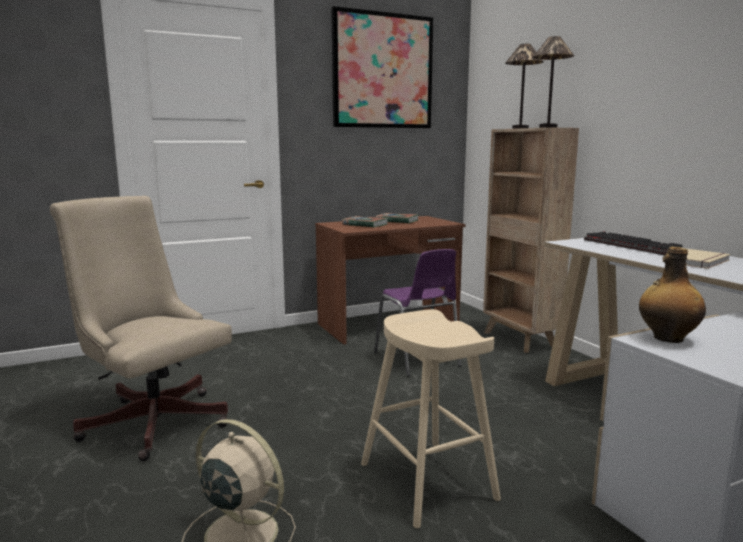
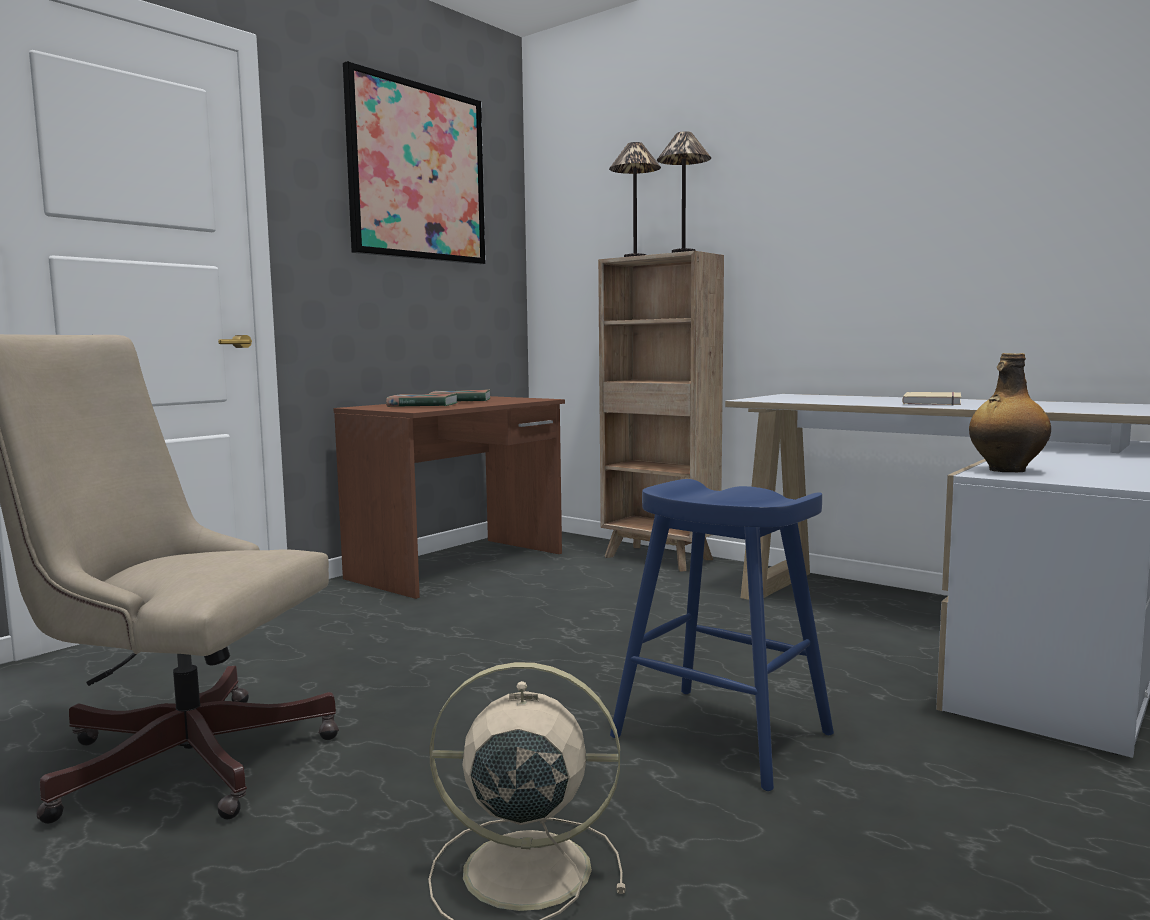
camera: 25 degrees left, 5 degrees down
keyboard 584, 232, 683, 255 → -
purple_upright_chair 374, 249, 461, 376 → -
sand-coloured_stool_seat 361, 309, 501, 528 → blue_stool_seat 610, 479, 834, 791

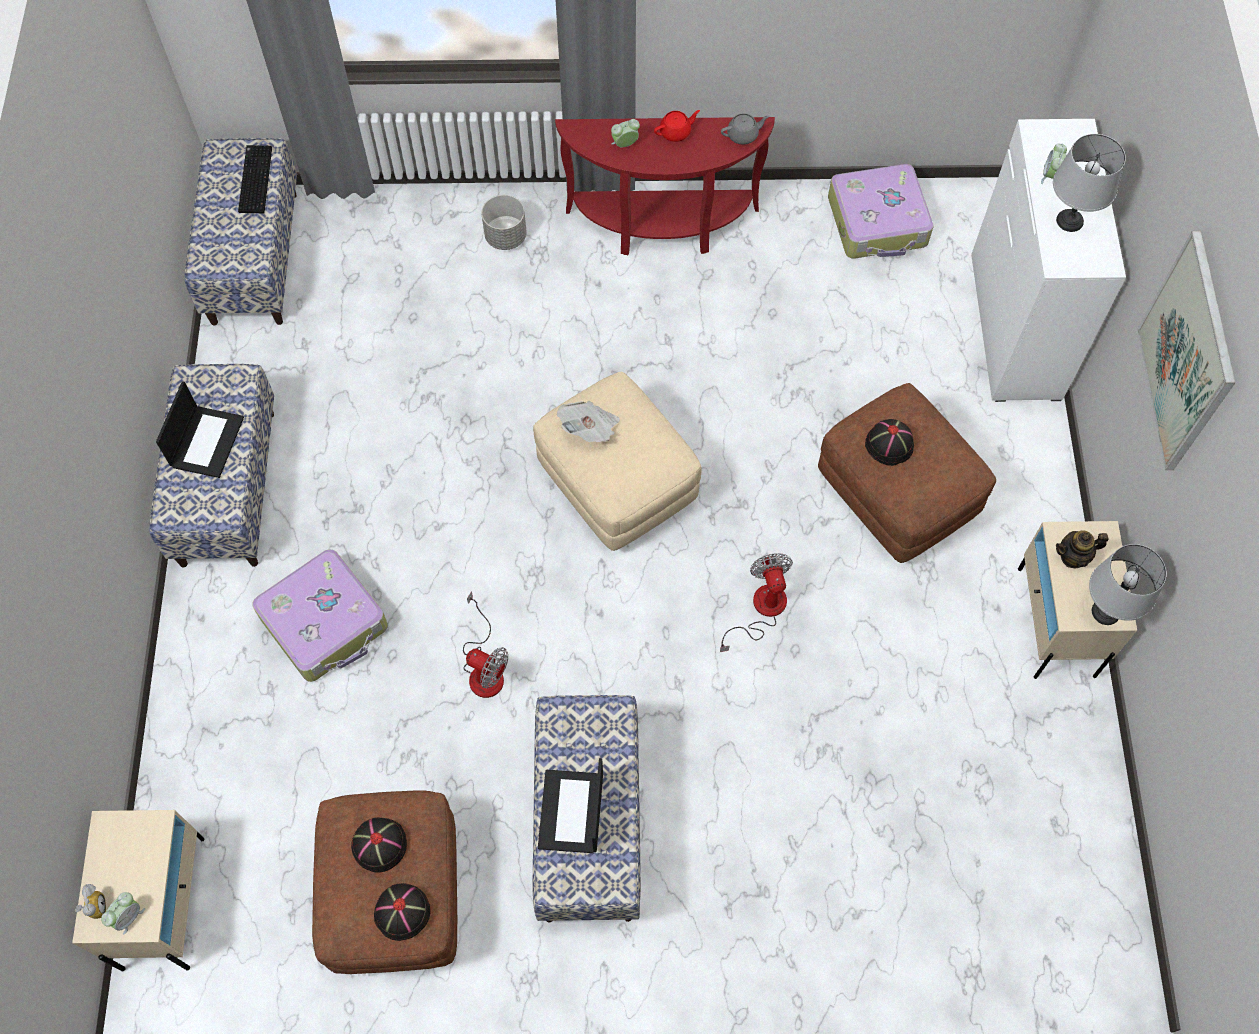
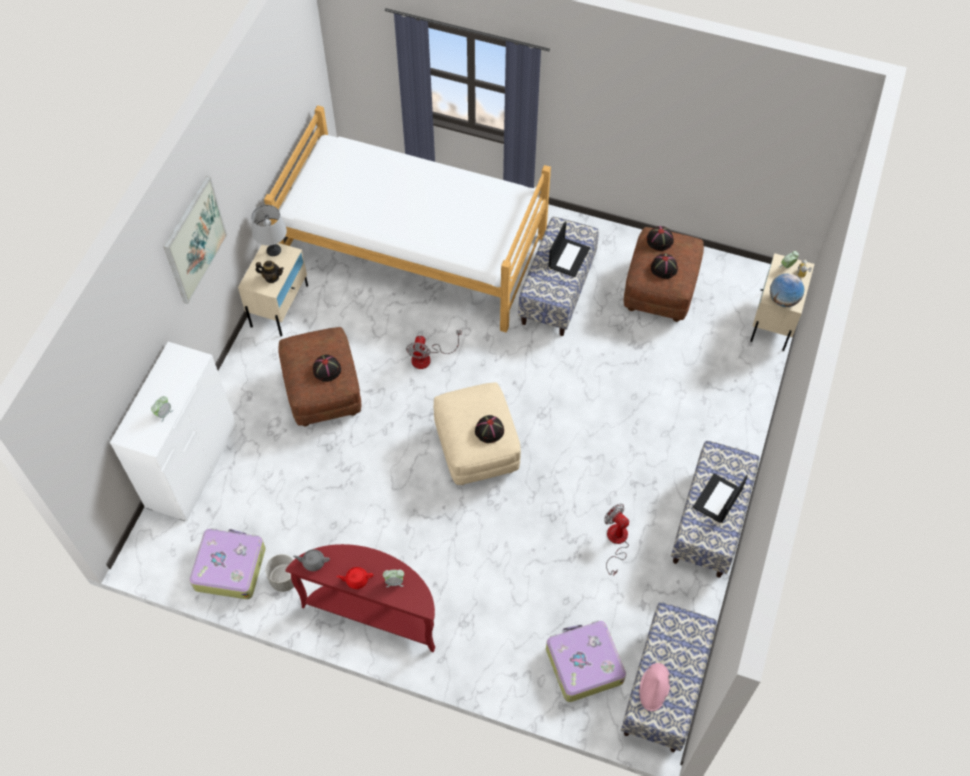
camera: 160 degrees left, 5 degrees down
greyish_table_lamp 1053, 134, 1126, 232 → -
keyboard 238, 145, 272, 213 → pink_wearable_hat 639, 663, 670, 711
greyish_flower_pot 481, 195, 527, 250 → greyish_flower_pot 265, 554, 294, 592, move
daily_paper 557, 401, 620, 442 → black-coloured_wearable_hat 475, 415, 504, 443
piece_of_luggage 252, 549, 388, 682 → piece_of_luggage 546, 620, 626, 702, move
electric_fan 463, 591, 508, 698 → electric_fan 604, 504, 629, 576, move
- → sleeping_bed 264, 105, 551, 332
- → world_globe 770, 273, 804, 307

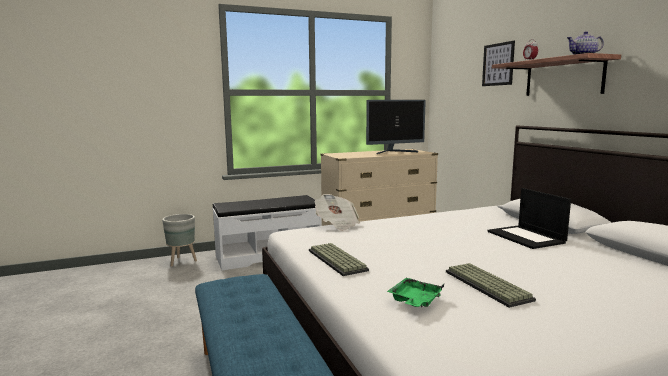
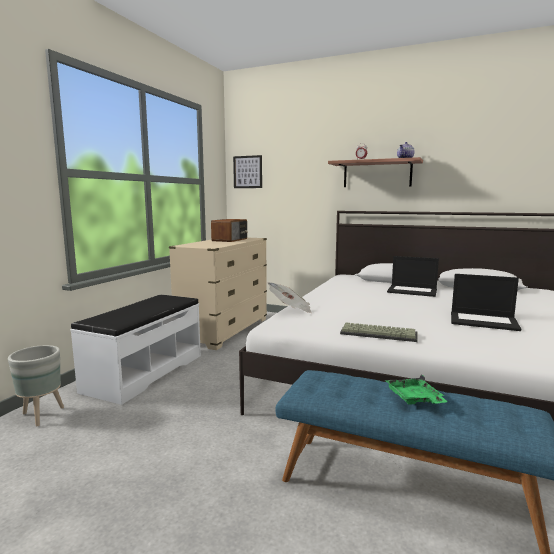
camera: 45 degrees left, 0 degrees up
wall_picture 482, 41, 515, 86 → wall_picture 233, 155, 262, 188, move
monitor 366, 100, 426, 154 → radio_receiver 211, 219, 248, 242
keyboard 446, 263, 536, 308 → notebook_computer 451, 274, 521, 331
green_serving_tray 387, 278, 444, 307 → green_serving_tray 385, 375, 448, 405, move

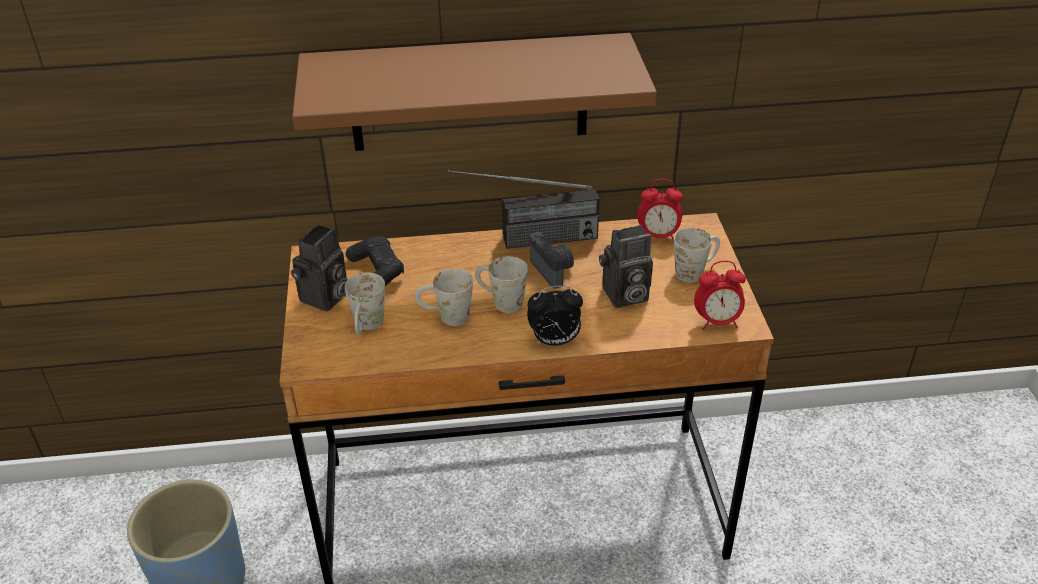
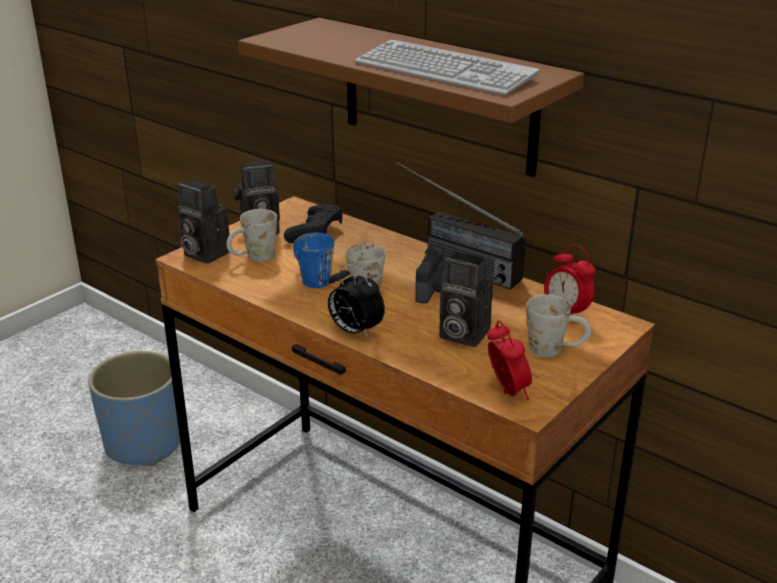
camera: 45 degrees right, 10 degrees down
bedside_clock 694, 261, 746, 330 → bedside_clock 487, 320, 532, 400, 150 degrees counterclockwise
white-coloured_mug 415, 269, 473, 326 → blue_mug 293, 232, 334, 288
- → keyboard 355, 40, 540, 95
- → still_camera 178, 180, 230, 264

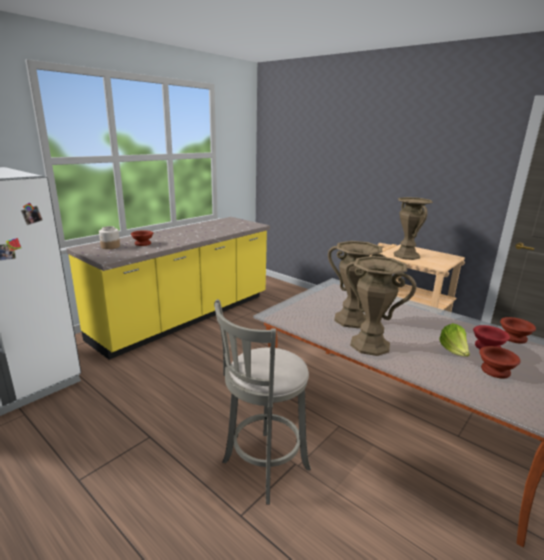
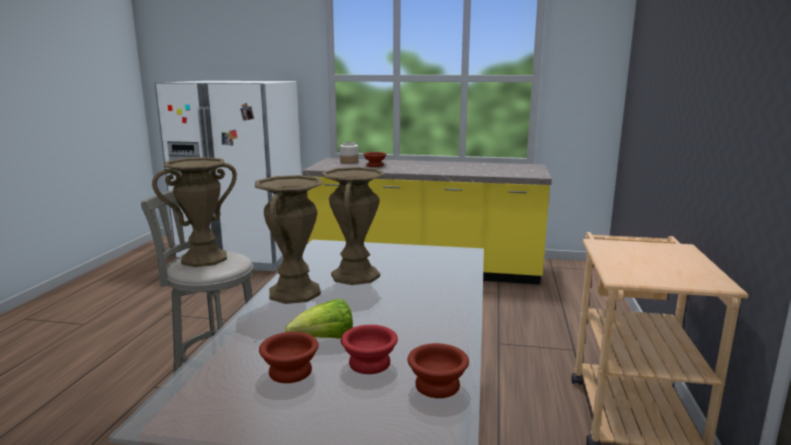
camera: 60 degrees right, 5 degrees down
brown-coloured_flower_vase 394, 197, 433, 260 → brown-coloured_flower_vase 152, 157, 237, 267, move

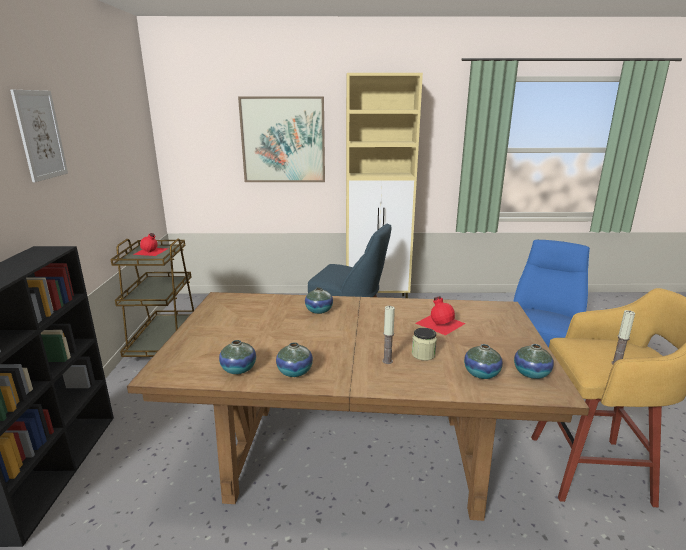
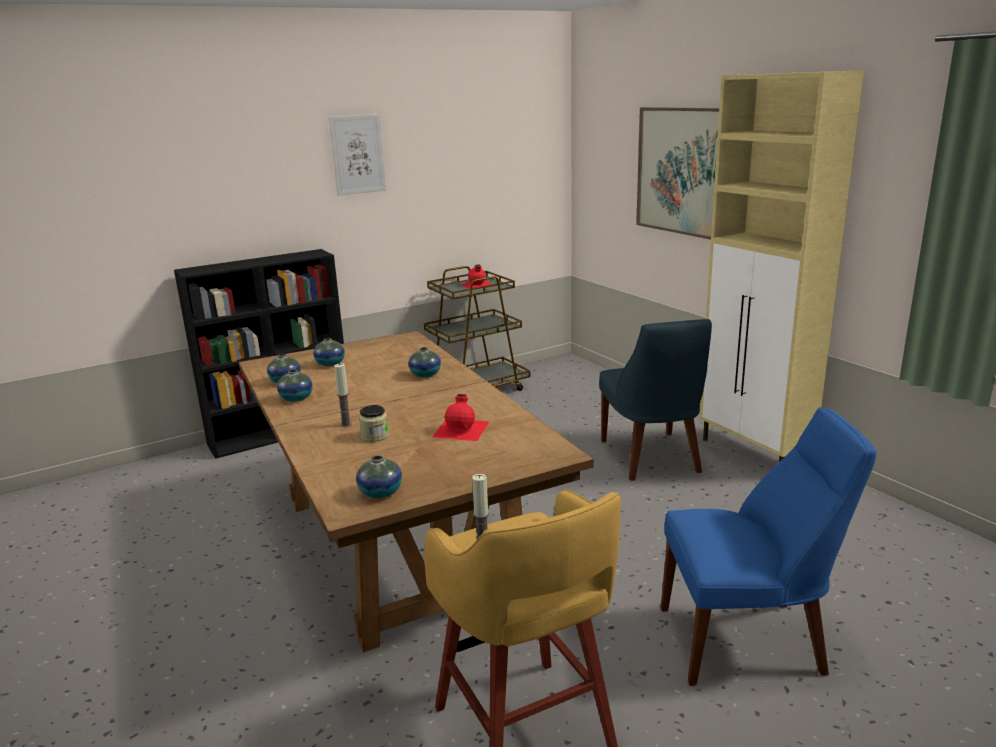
camera: 60 degrees right, 0 degrees up
flower_vase 464, 344, 503, 379 → flower_vase 313, 338, 345, 366, move

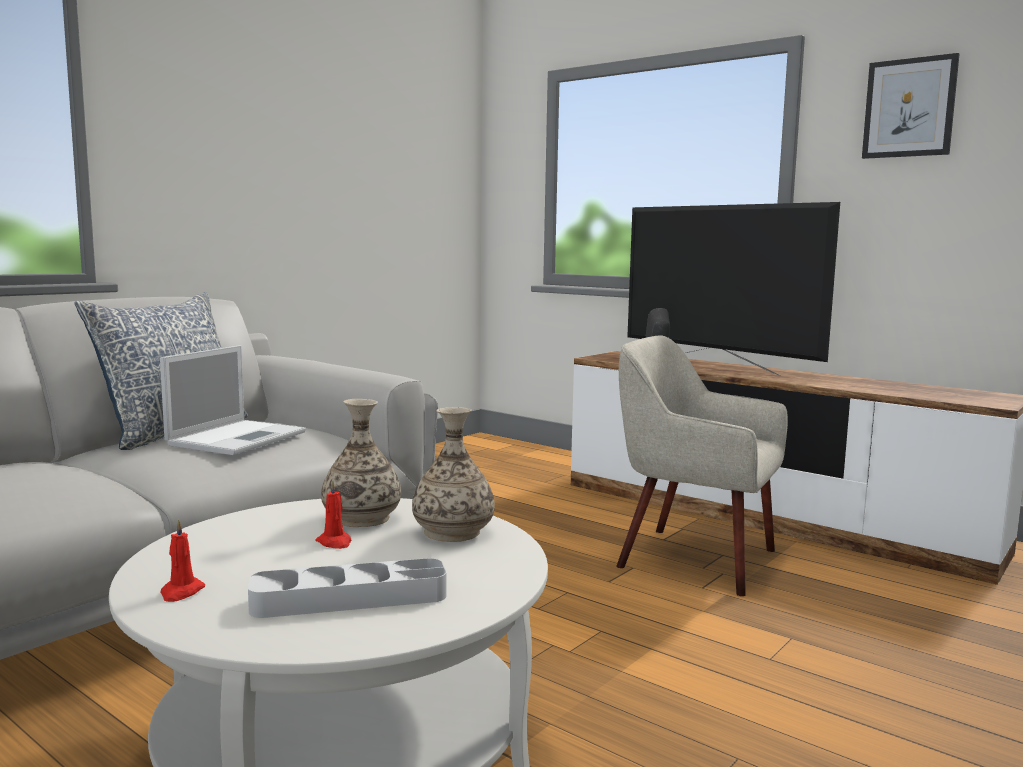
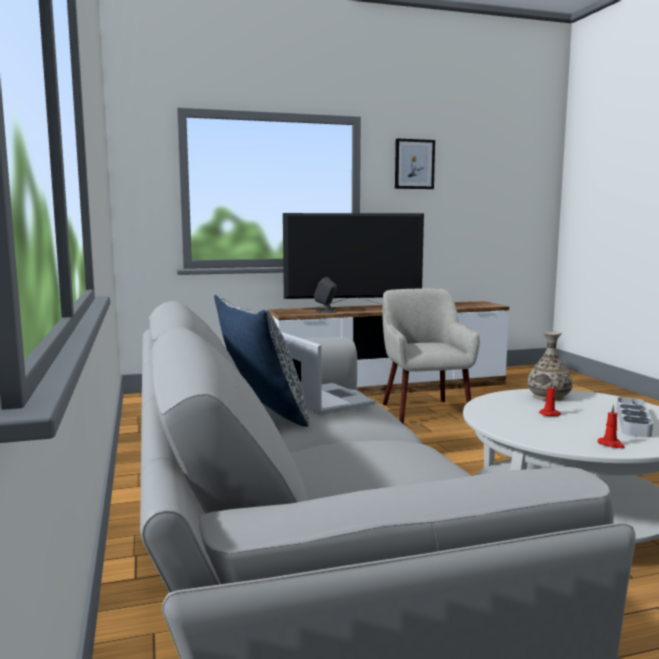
camera: 55 degrees left, 0 degrees up
sand-coloured_easy_chair 616, 335, 788, 596 → sand-coloured_easy_chair 382, 288, 480, 424, 105 degrees clockwise
flower_vase 321, 399, 401, 527 → -

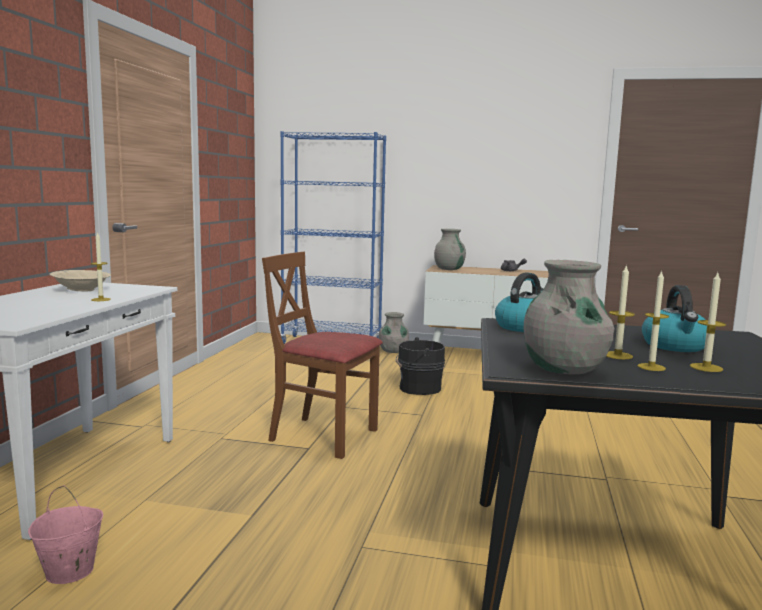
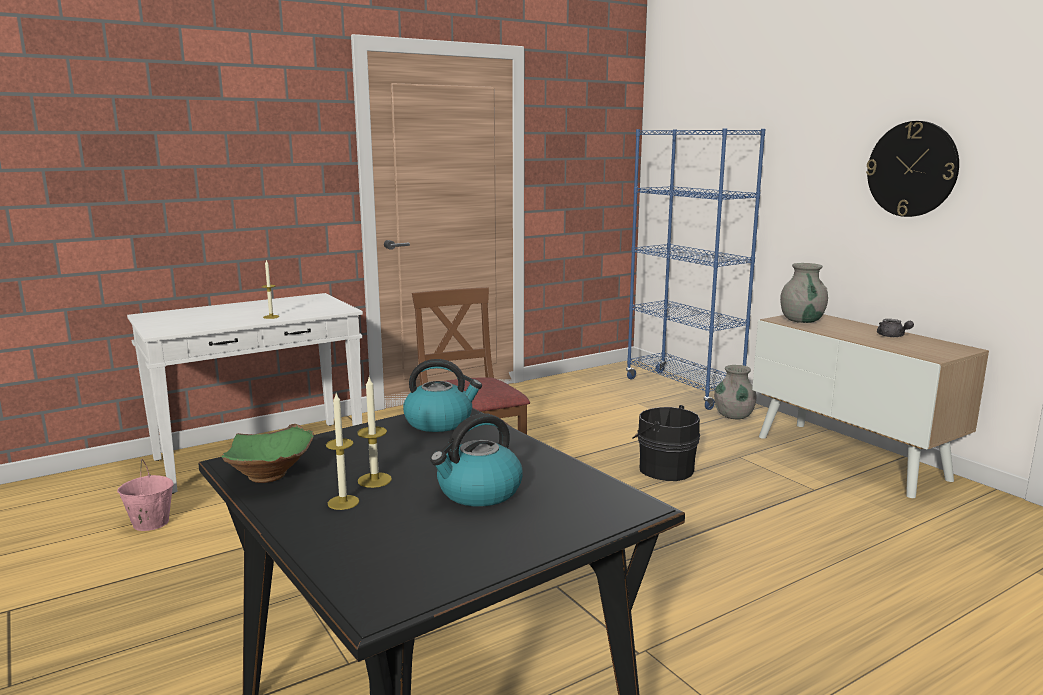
camera: 45 degrees right, 5 degrees up
greyish_flower_vase 524, 260, 614, 374 → green_serving_bowl 222, 424, 314, 483
sand-coloured_serving_bowl 50, 270, 111, 291 → -
candle 690, 273, 726, 372 → -
- → clock_on_the_wall 866, 121, 959, 217

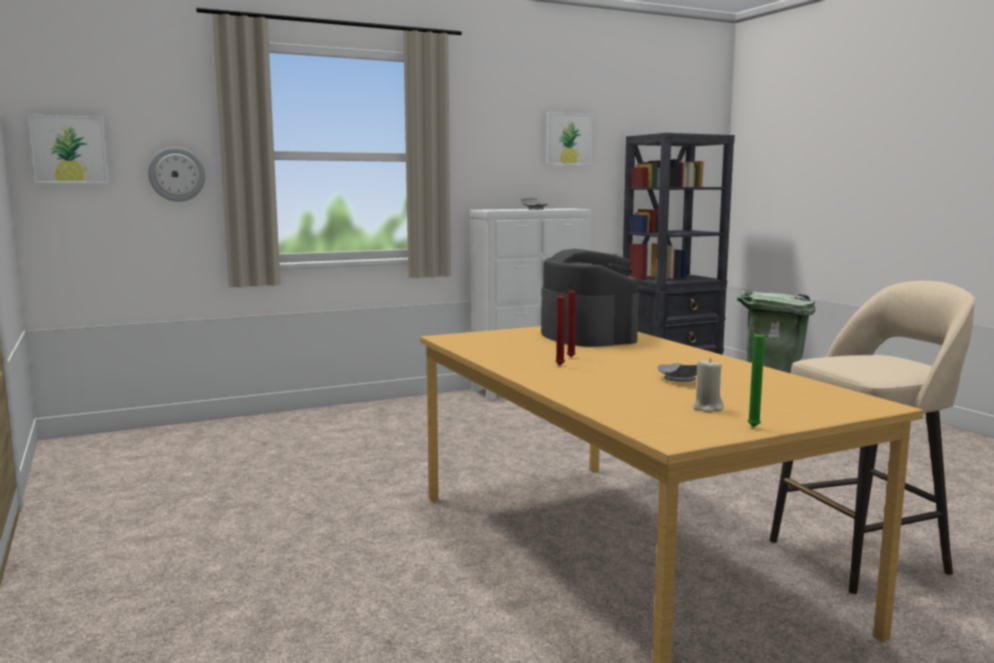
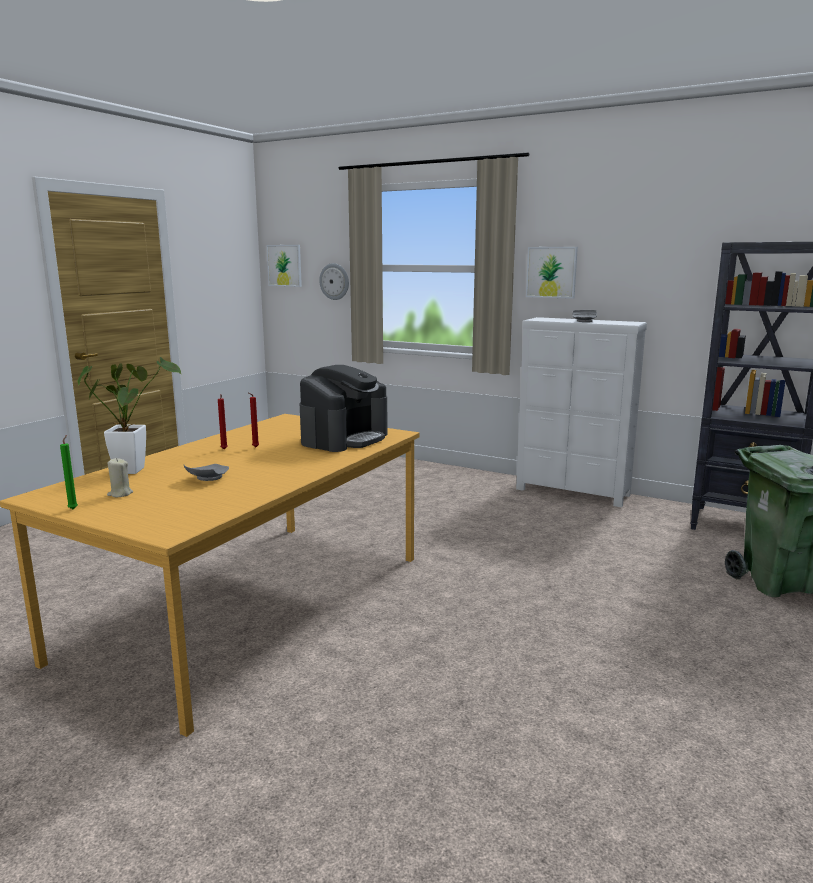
camera: 55 degrees right, 5 degrees up
wall_picture 546, 112, 592, 165 → wall_picture 526, 247, 578, 299, move
sand-coloured_stool_seat 770, 281, 975, 595 → -
- → potted_plant 78, 357, 182, 474

